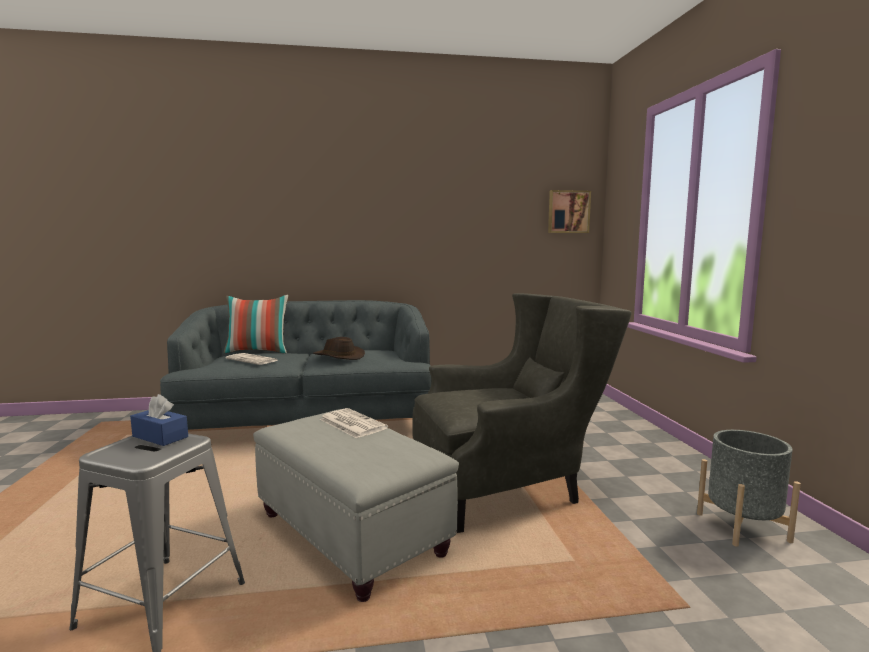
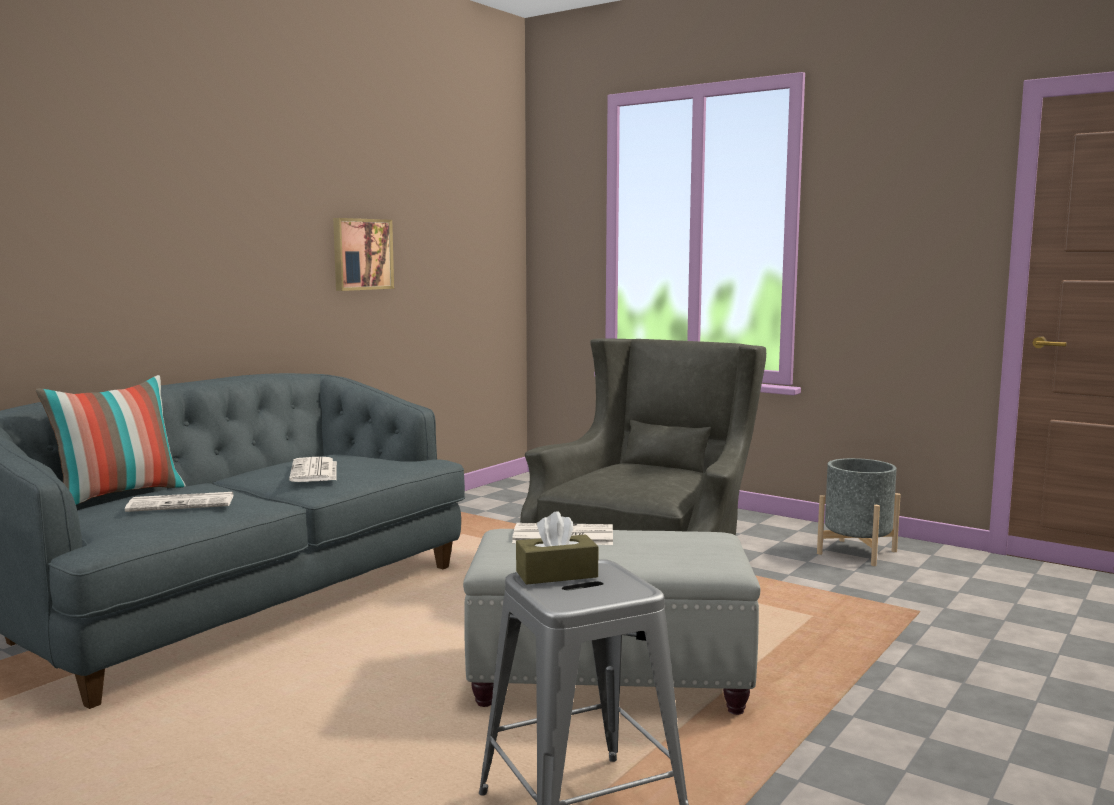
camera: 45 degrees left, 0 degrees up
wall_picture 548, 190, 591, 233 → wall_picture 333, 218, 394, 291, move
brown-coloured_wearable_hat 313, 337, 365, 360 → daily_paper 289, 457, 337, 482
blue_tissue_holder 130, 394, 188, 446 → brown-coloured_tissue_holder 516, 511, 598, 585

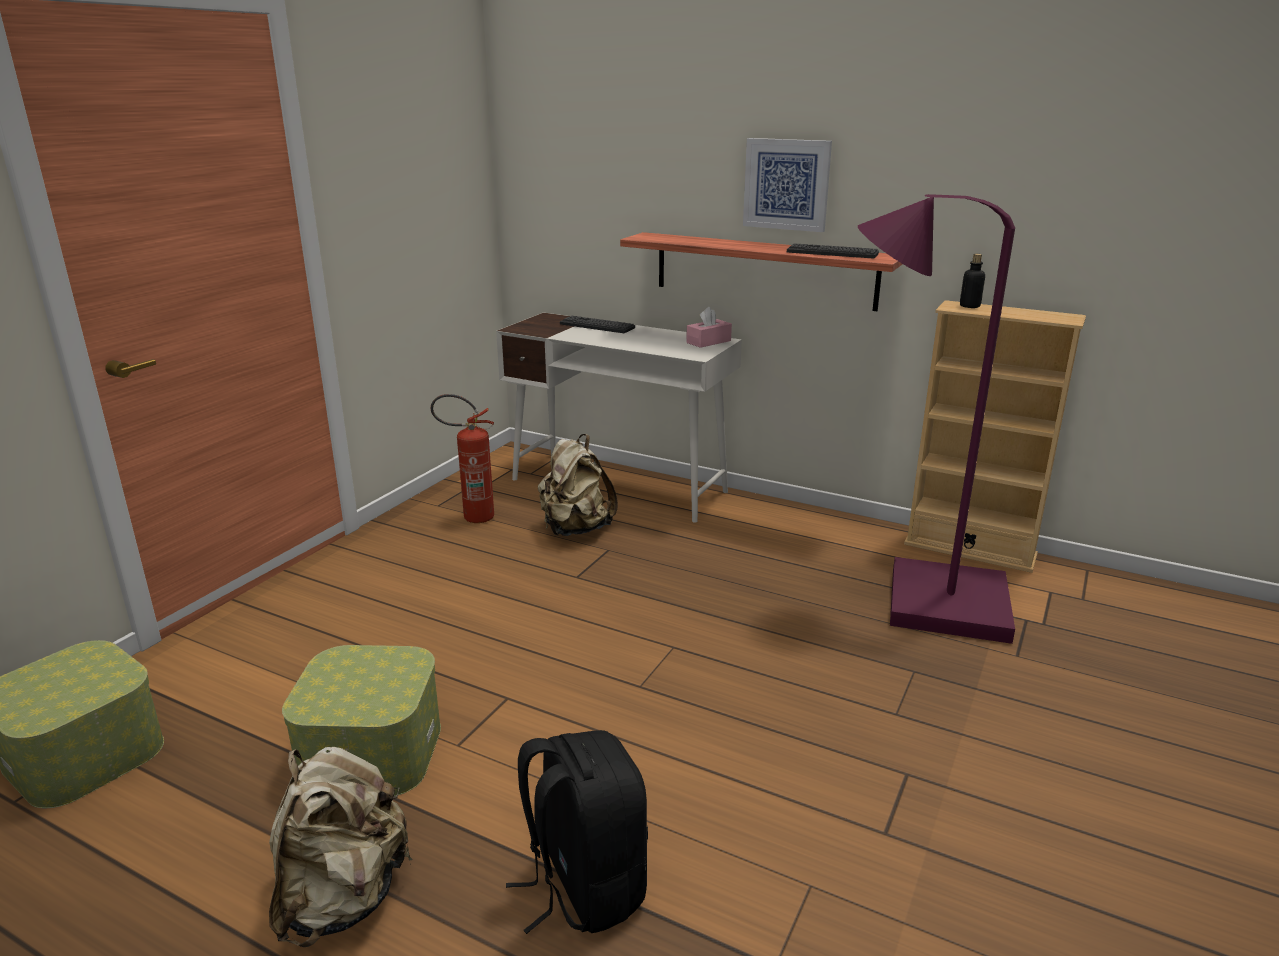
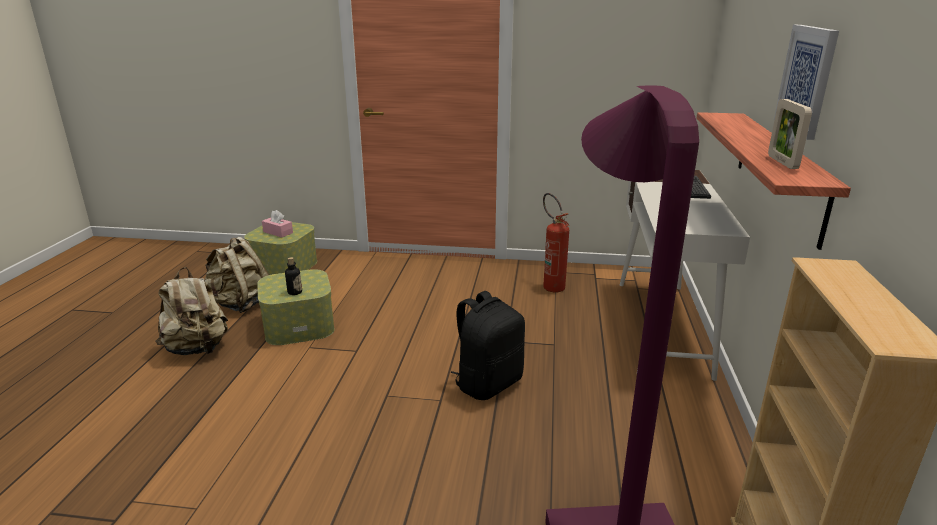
camera: 70 degrees right, 0 degrees up
keyboard 787, 243, 879, 259 → photo_frame 768, 99, 812, 169
beverage_bottle 960, 254, 985, 308 → beverage_bottle 285, 257, 302, 295, move
pink_tissue_holder 686, 307, 732, 348 → pink_tissue_holder 262, 210, 293, 237, move
sand-coloured_knapsack 538, 434, 618, 536 → sand-coloured_knapsack 204, 237, 269, 313, move
black-coloured_knapsack 506, 730, 648, 934 → black-coloured_knapsack 450, 291, 525, 400, move

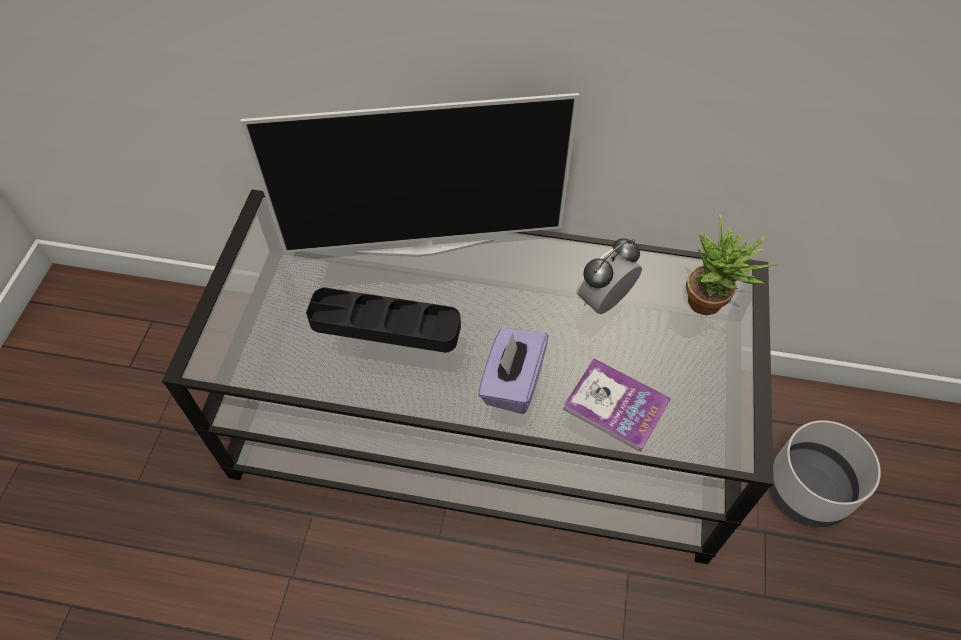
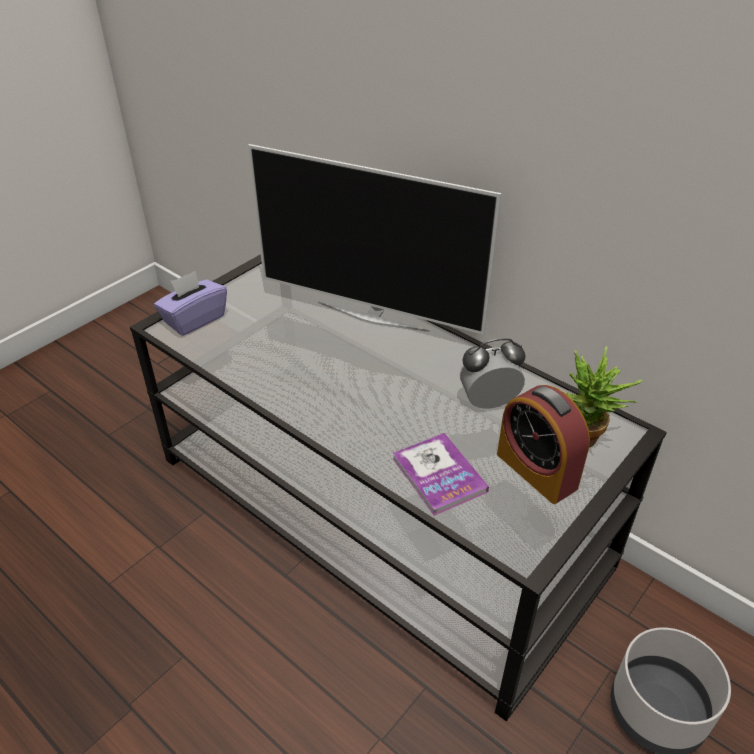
camera: 30 degrees right, 15 degrees down
black-coloured_serving_tray 306, 287, 461, 353 → -
purple_tissue_holder 478, 328, 548, 414 → purple_tissue_holder 154, 271, 227, 336, move
- → bedside_clock 497, 385, 590, 504

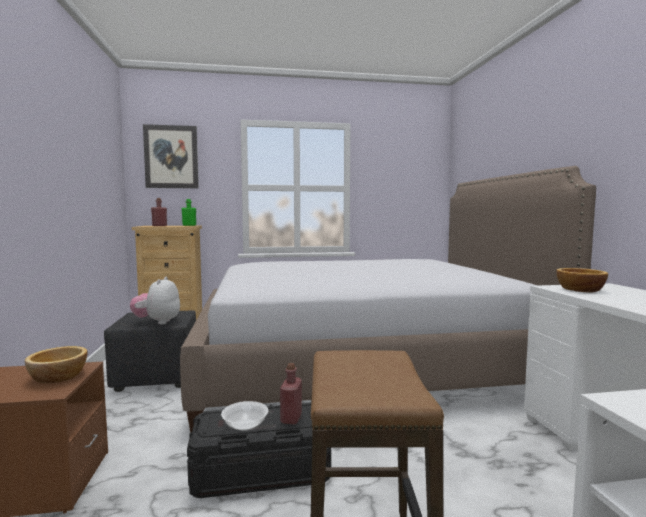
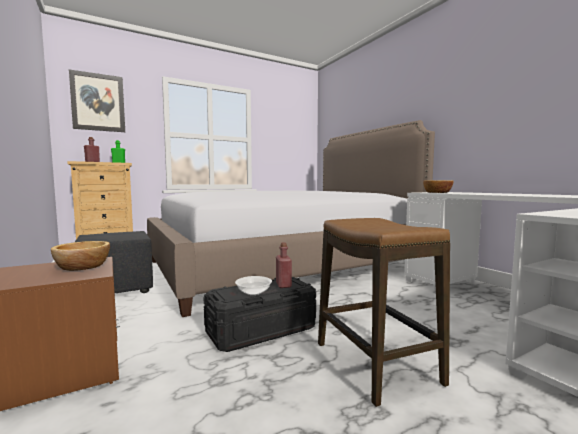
camera: 20 degrees left, 0 degrees up
plush_toy 130, 277, 180, 325 → -

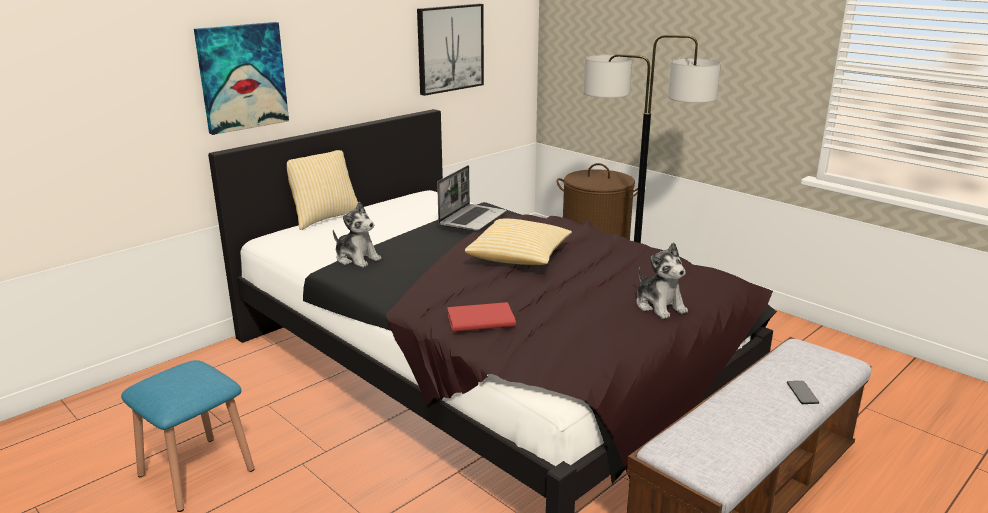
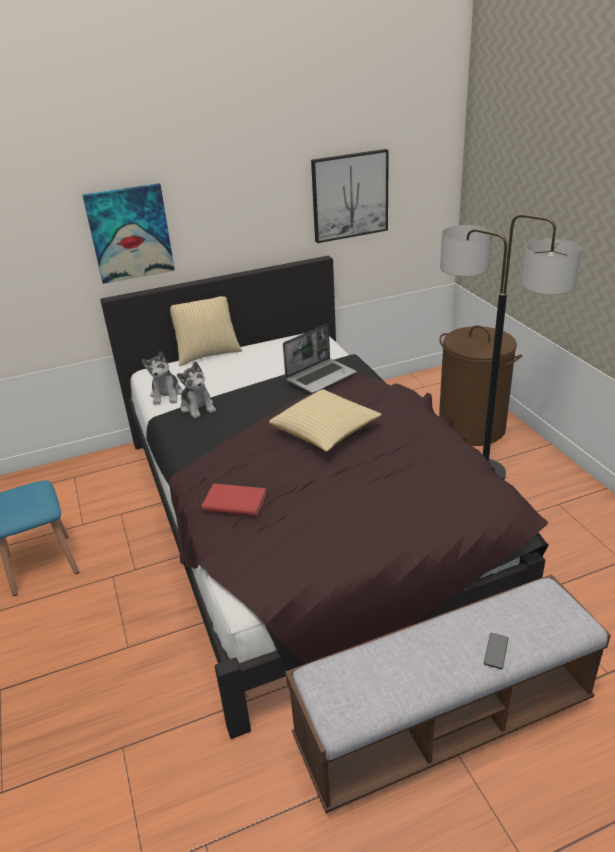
camera: 25 degrees right, 10 degrees up
plush_toy 636, 242, 688, 319 → plush_toy 142, 351, 183, 405, move

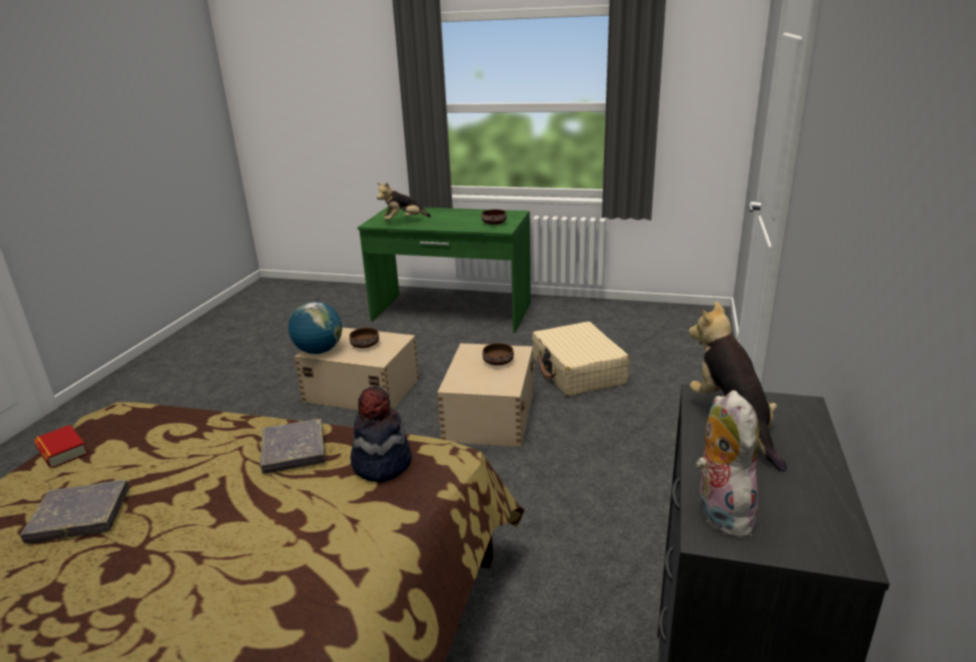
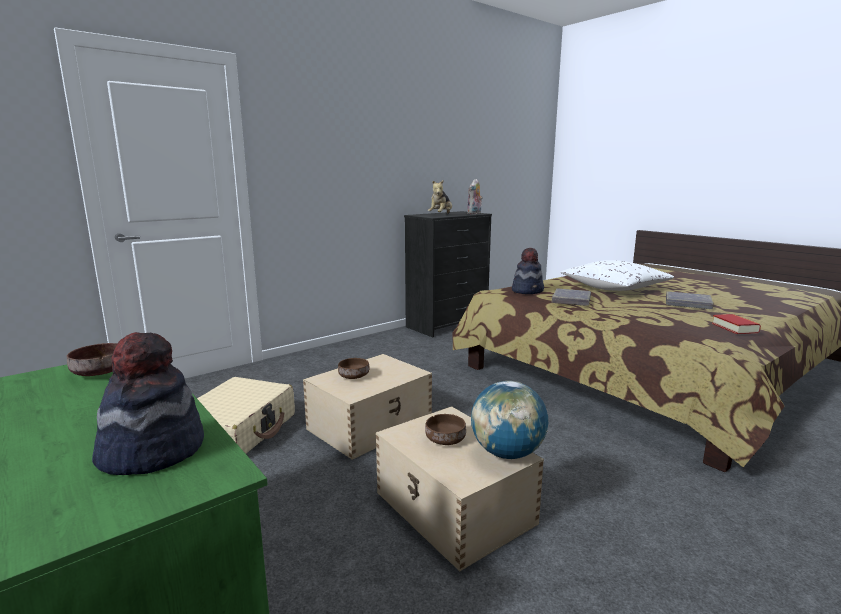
camera: 145 degrees left, 10 degrees down
plush_toy 377, 182, 431, 220 → wearable_hat 92, 332, 204, 475
- → white-coloured_pillow 561, 260, 674, 291

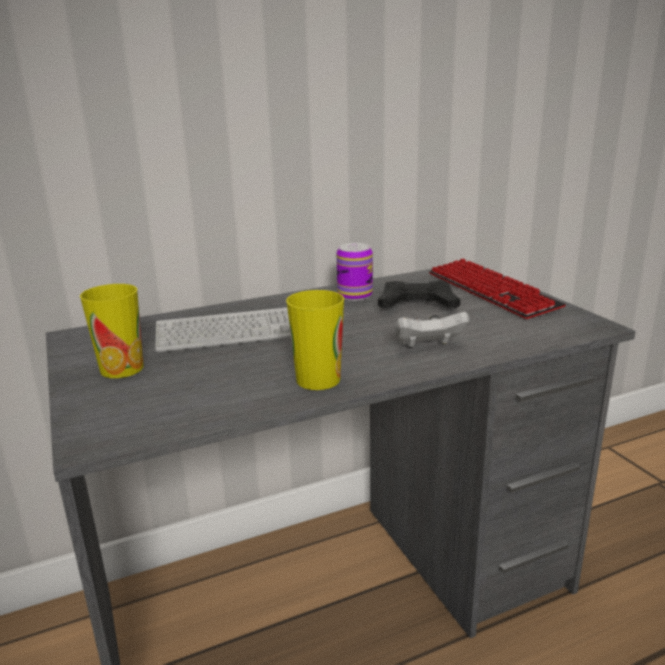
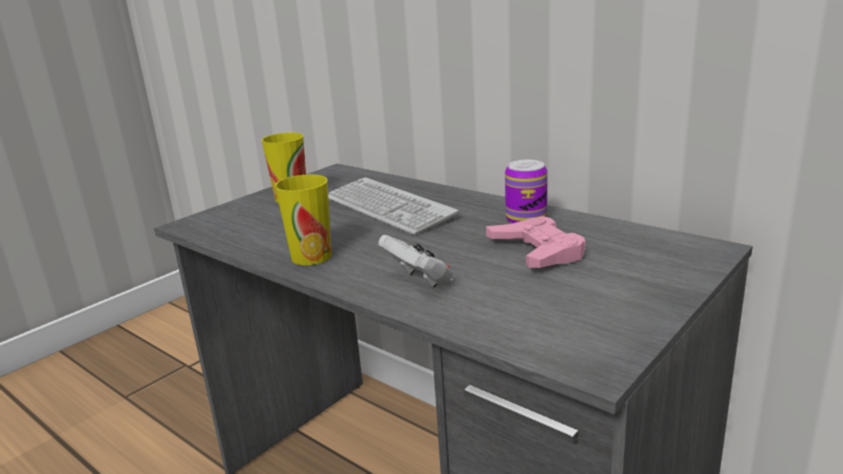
camera: 65 degrees right, 0 degrees up
keyboard 429, 259, 566, 319 → -
black-coloured_gamepad 378, 281, 460, 308 → pink_gamepad 486, 216, 585, 268

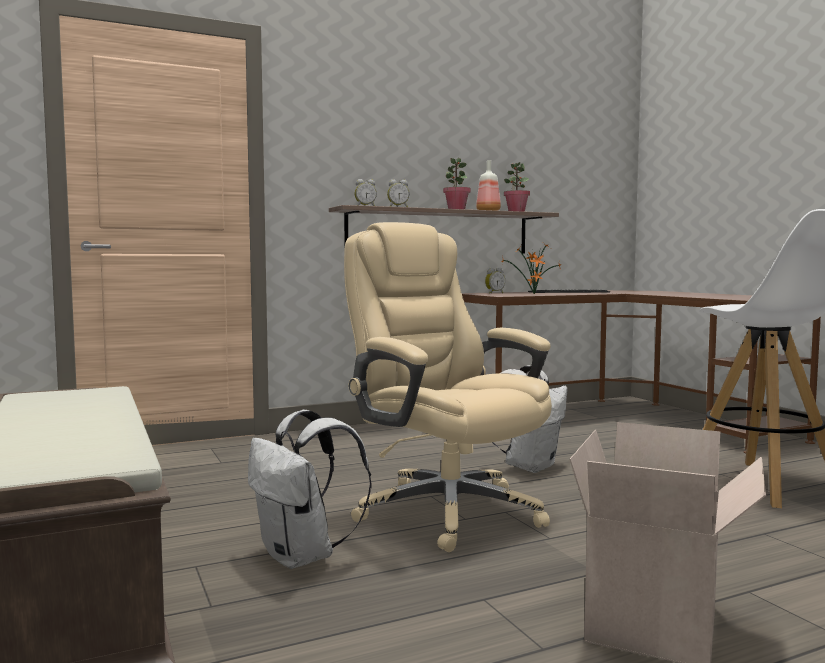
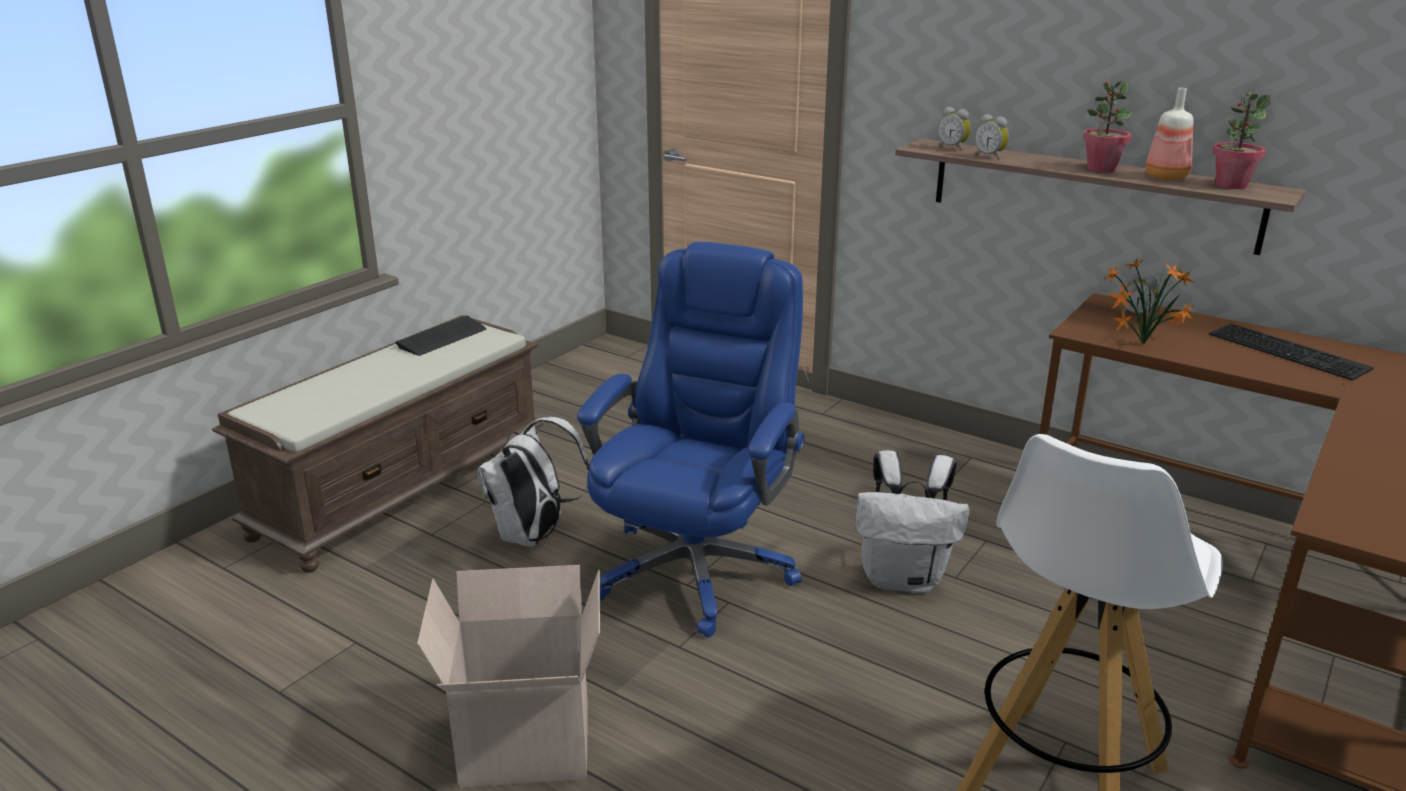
camera: 60 degrees right, 20 degrees up
sand-coloured_office_chair 344, 222, 552, 552 → blue_office_chair 577, 242, 804, 638
- → keyboard 396, 315, 486, 356

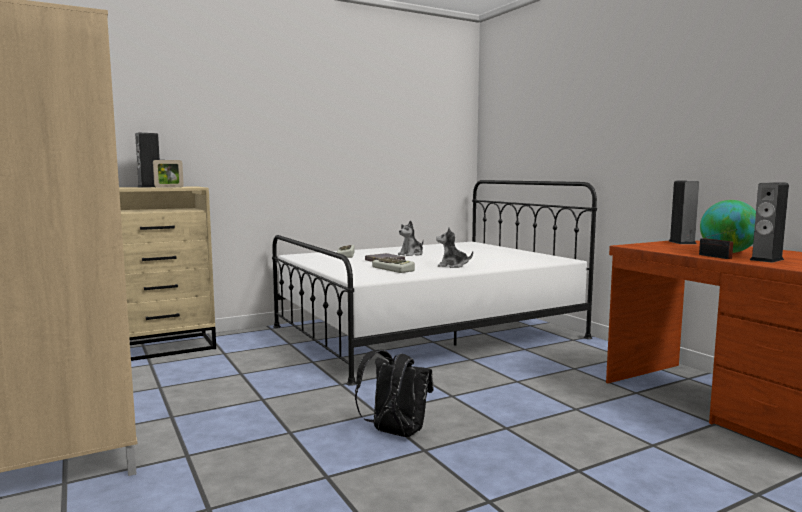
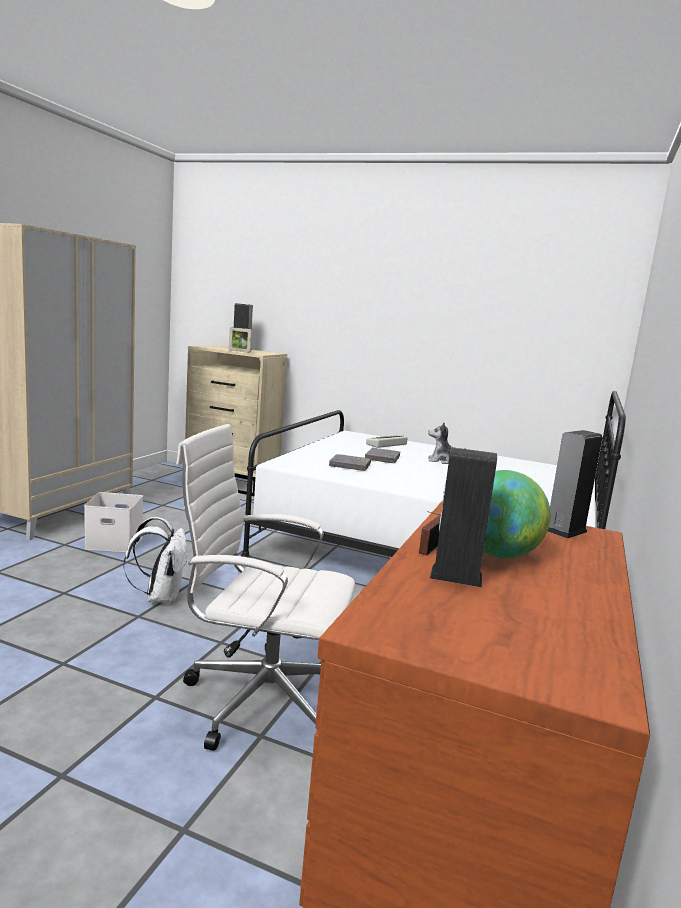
camera: 50 degrees right, 5 degrees up
plush_toy 436, 228, 473, 268 → -
keyboard 372, 257, 415, 273 → greyish_bound_book 329, 454, 371, 471
black-coloured_knapsack 355, 350, 433, 437 → white-coloured_knapsack 124, 517, 188, 604
- → white-coloured_office_chair 176, 424, 355, 751
- → white-coloured_storage_box 84, 492, 143, 552

